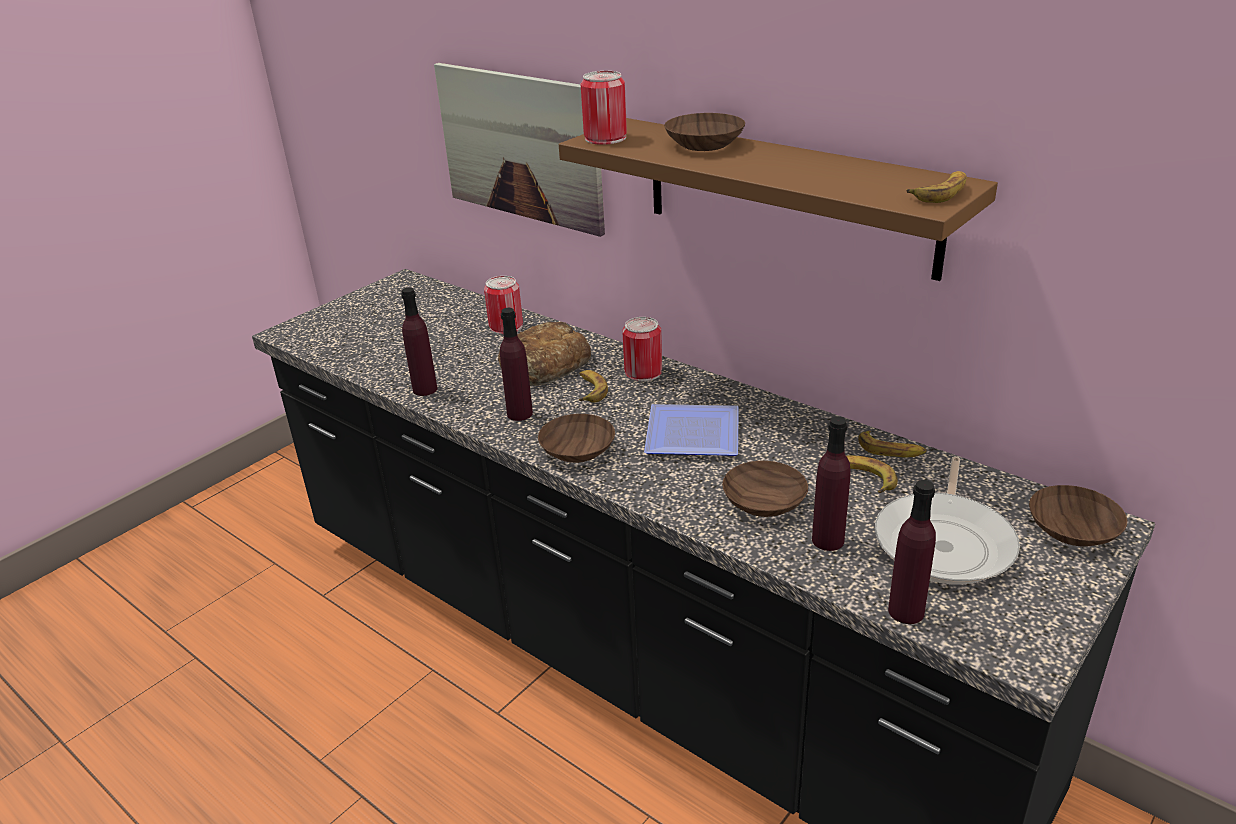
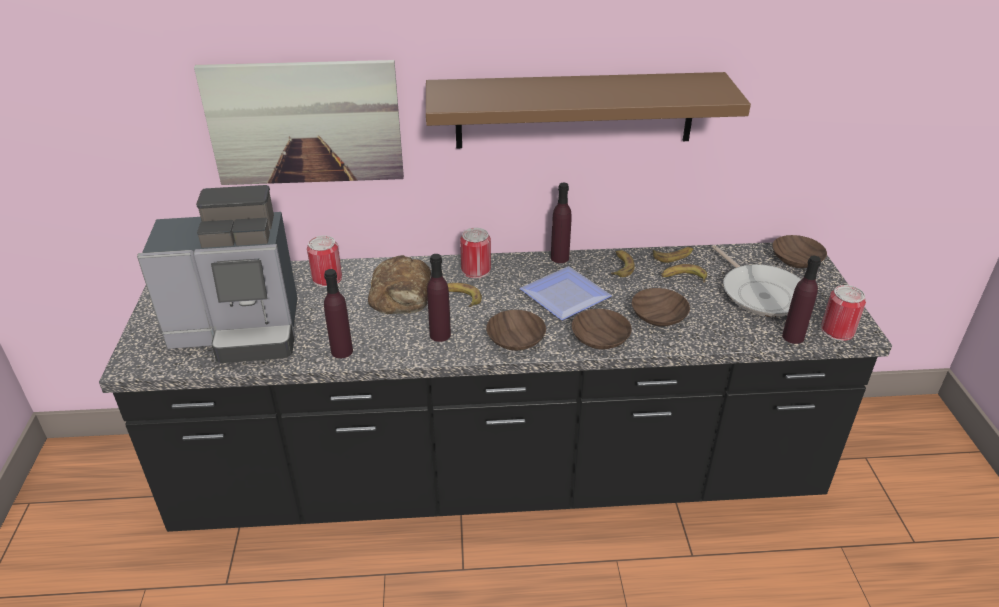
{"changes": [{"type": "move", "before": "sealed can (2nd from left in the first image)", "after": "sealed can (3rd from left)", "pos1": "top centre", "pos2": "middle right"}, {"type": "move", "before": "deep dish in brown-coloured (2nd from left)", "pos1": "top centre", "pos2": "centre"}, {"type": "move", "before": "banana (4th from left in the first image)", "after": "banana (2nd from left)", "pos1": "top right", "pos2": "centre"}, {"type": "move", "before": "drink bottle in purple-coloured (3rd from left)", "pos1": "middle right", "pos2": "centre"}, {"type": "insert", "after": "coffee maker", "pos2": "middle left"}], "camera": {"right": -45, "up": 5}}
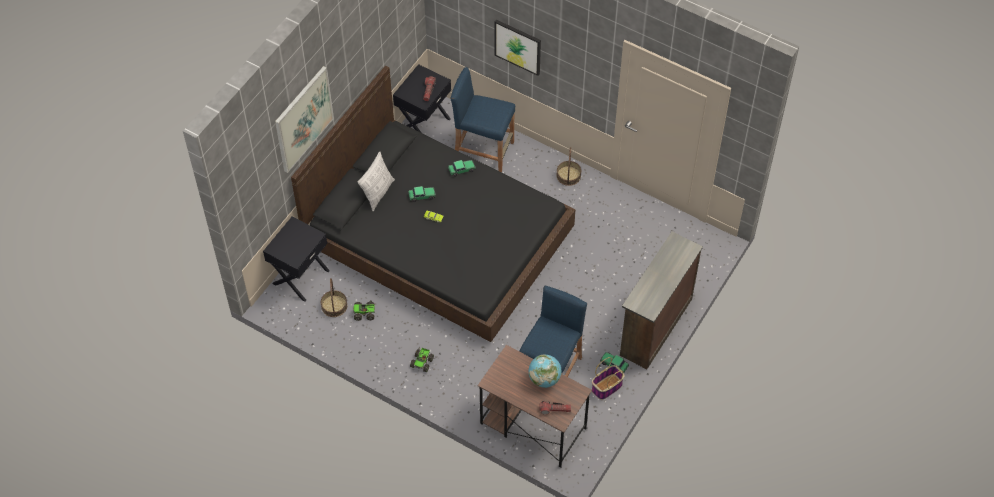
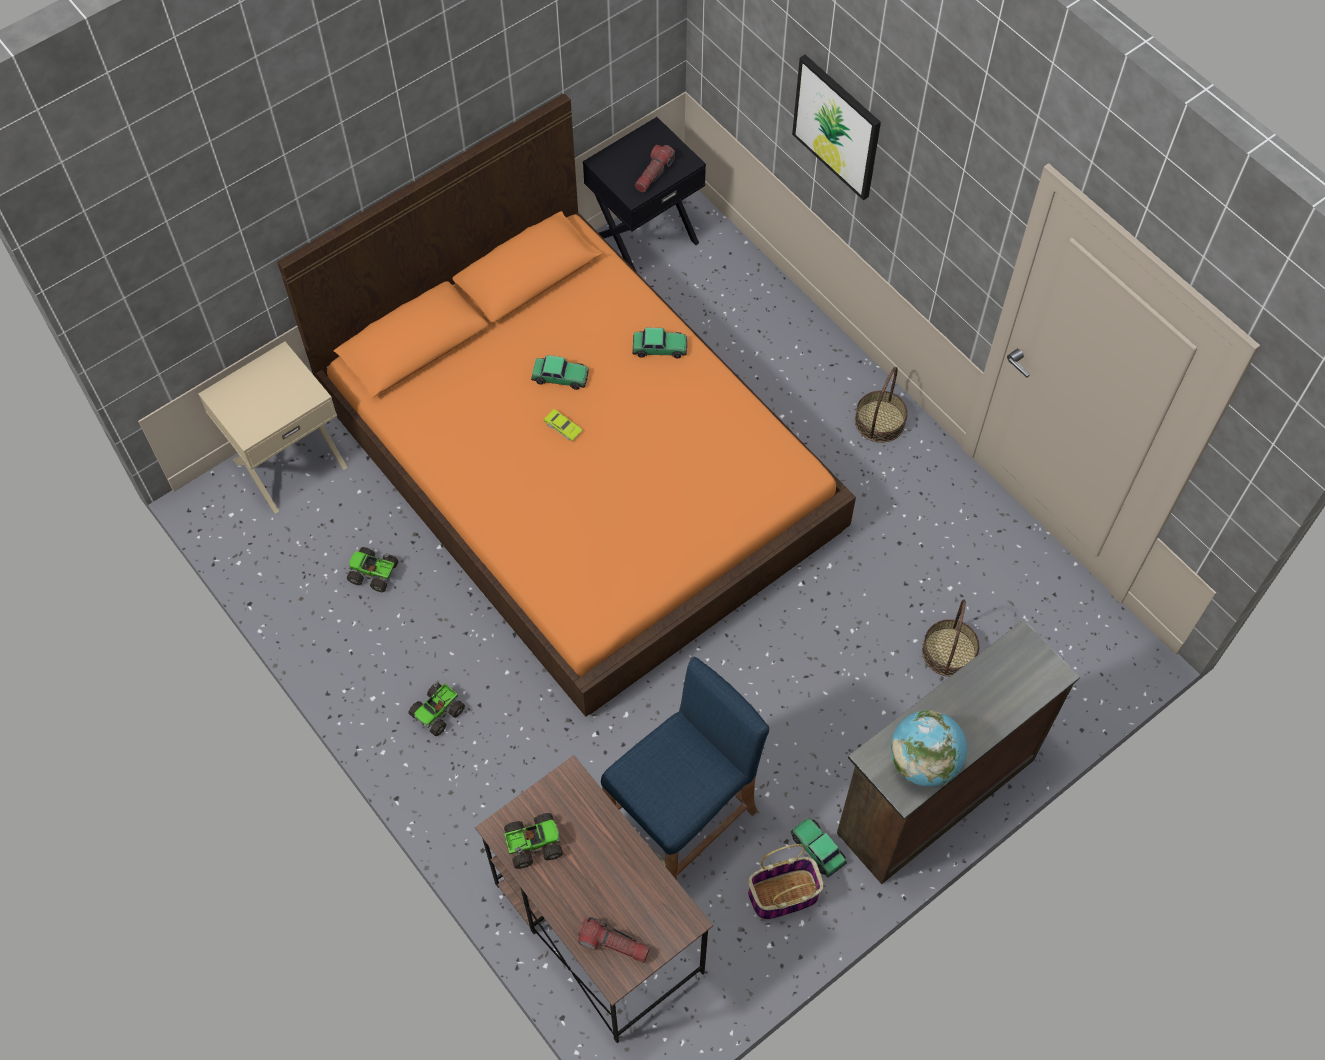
{"changes": [{"type": "delete", "before": "wall art (1st from left)", "pos1": "top left"}, {"type": "recolor", "before": "bed in blackish", "after": "bed in orange", "pos1": "centre", "pos2": "centre"}, {"type": "delete", "before": "sitting stool in blue-coloured (1st from left)", "pos1": "top centre"}, {"type": "delete", "before": "pillow", "pos1": "centre"}, {"type": "recolor", "before": "night table in blackish (1st from left)", "after": "night table in beige", "pos1": "middle left", "pos2": "middle left"}, {"type": "move", "before": "storage basket (1st from left in the first image)", "after": "storage basket (3rd from left)", "pos1": "centre", "pos2": "middle right"}, {"type": "move", "before": "globe", "pos1": "bottom centre", "pos2": "bottom right"}, {"type": "insert", "after": "model truck (3rd from left)", "pos2": "bottom centre"}], "camera": {"right": 20, "up": 5}}
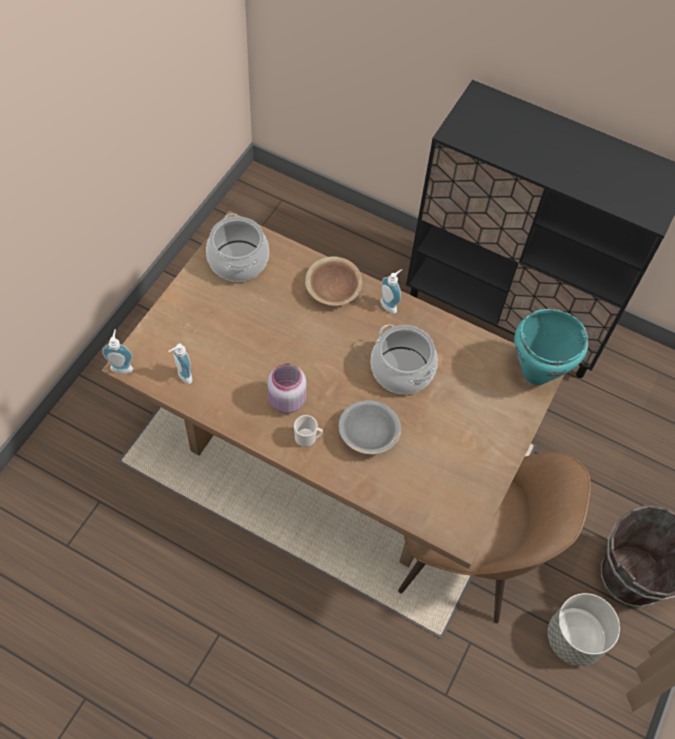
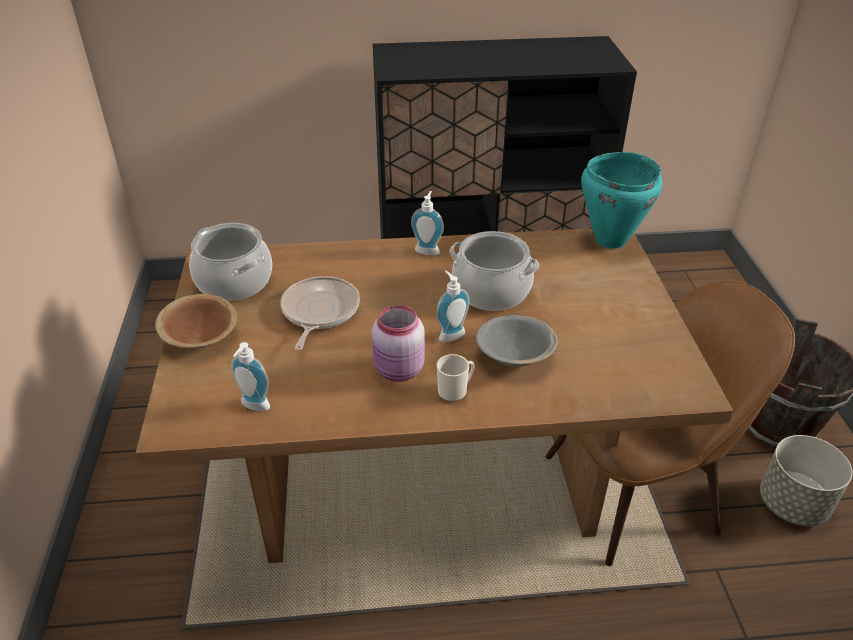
{"changes": [{"type": "move", "before": "deep dish in brown-coloured", "pos1": "centre", "pos2": "middle left"}, {"type": "move", "before": "soap dispenser (1st from left in the first image)", "after": "soap dispenser (3rd from left)", "pos1": "middle left", "pos2": "centre"}, {"type": "insert", "after": "pan", "pos2": "centre"}], "camera": {"right": -30, "up": -20}}
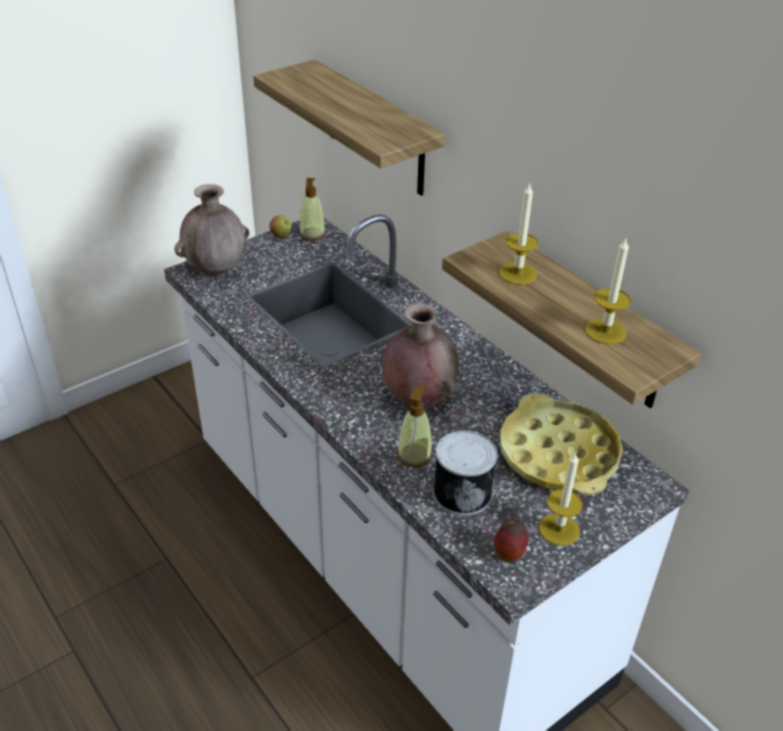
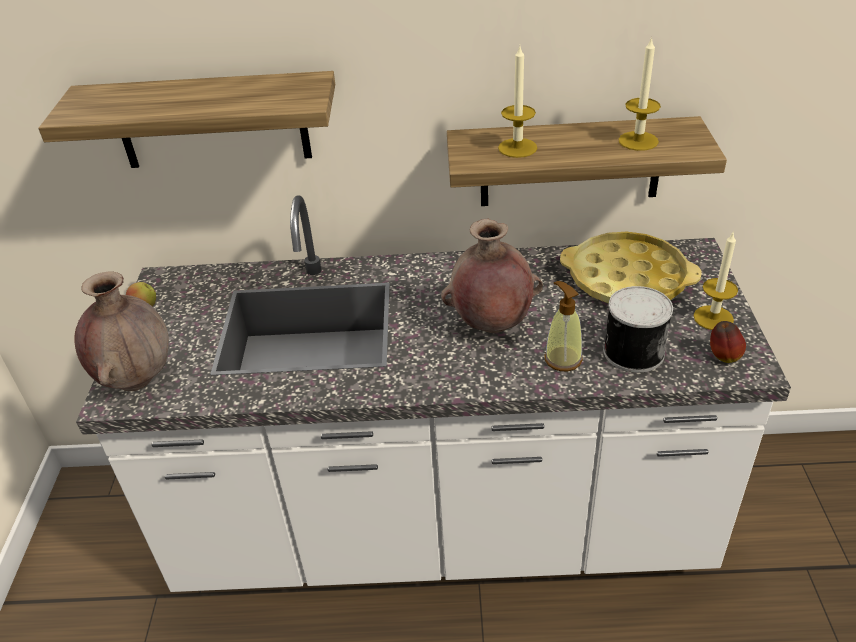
{"changes": [{"type": "delete", "before": "soap dispenser (1st from left)", "pos1": "top centre"}], "camera": {"right": -50, "up": 0}}
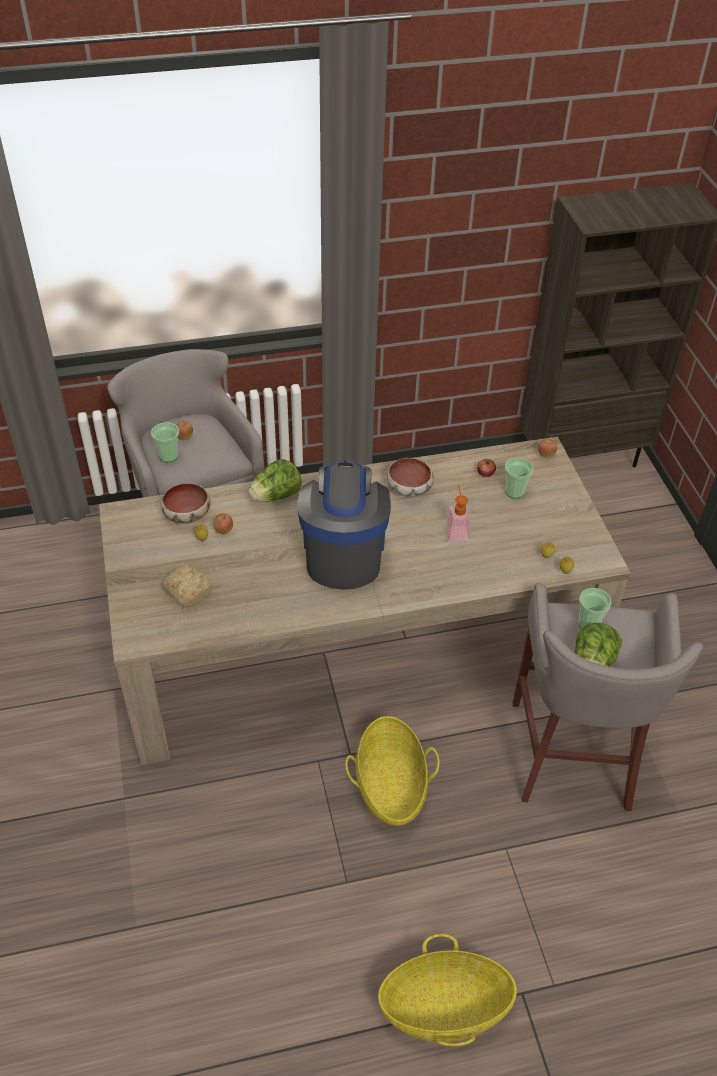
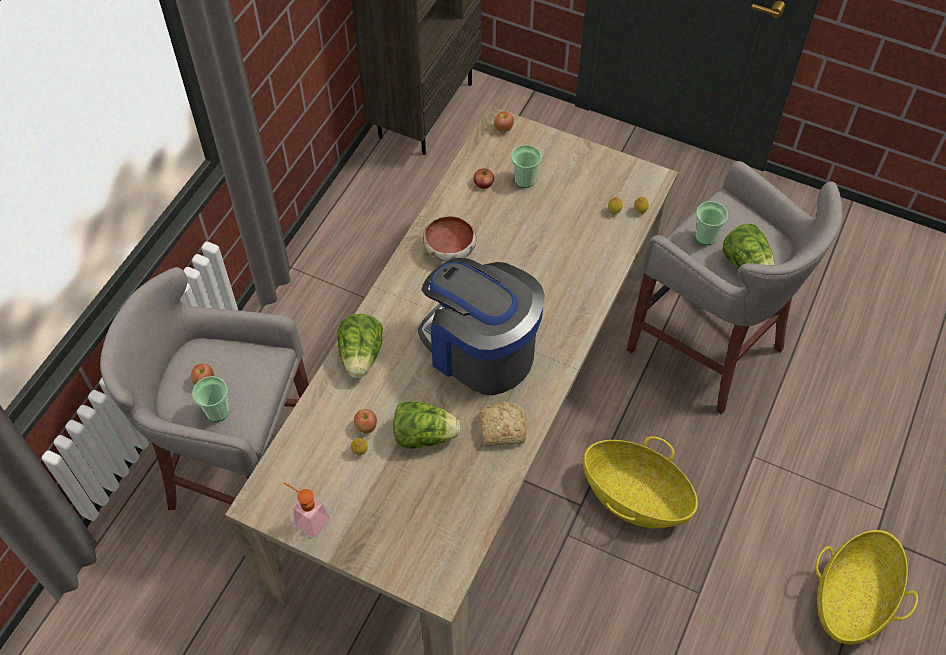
{"changes": [{"type": "delete", "before": "deep dish (1st from left)", "pos1": "middle left"}, {"type": "move", "before": "soap dispenser", "pos1": "centre", "pos2": "bottom left"}, {"type": "move", "before": "baked bread", "pos1": "middle left", "pos2": "centre"}, {"type": "insert", "after": "lettuce head (2nd from left)", "pos2": "centre"}], "camera": {"right": -50, "up": 10}}
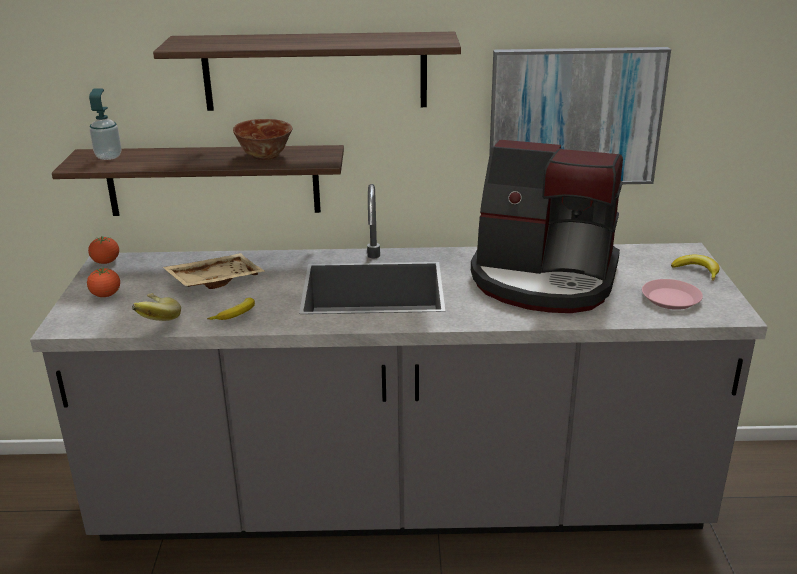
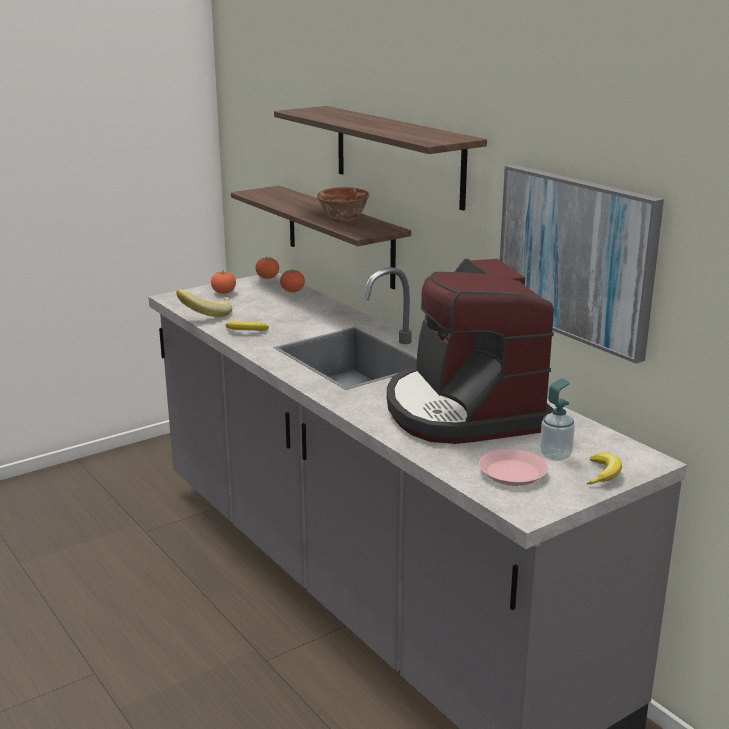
{"changes": [{"type": "move", "before": "soap dispenser", "pos1": "top left", "pos2": "middle right"}, {"type": "delete", "before": "tray in beige", "pos1": "middle left"}, {"type": "insert", "after": "fresh tomato (3rd from left)", "pos2": "centre"}], "camera": {"right": 55, "up": -5}}
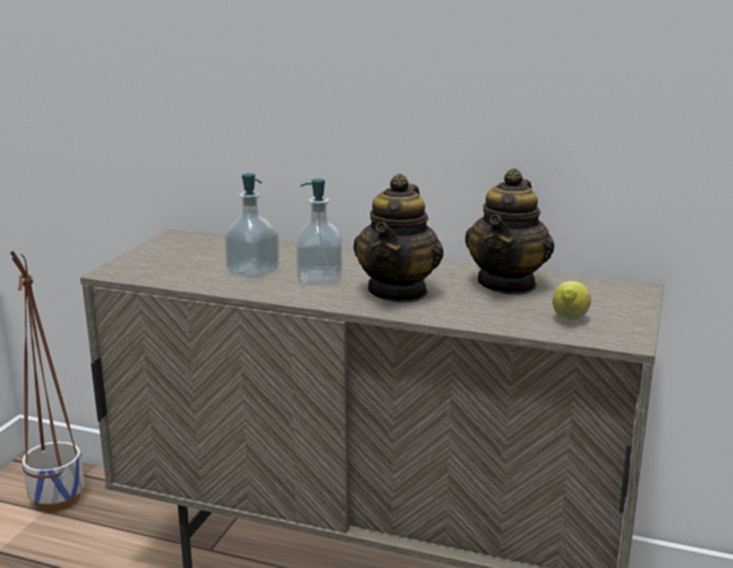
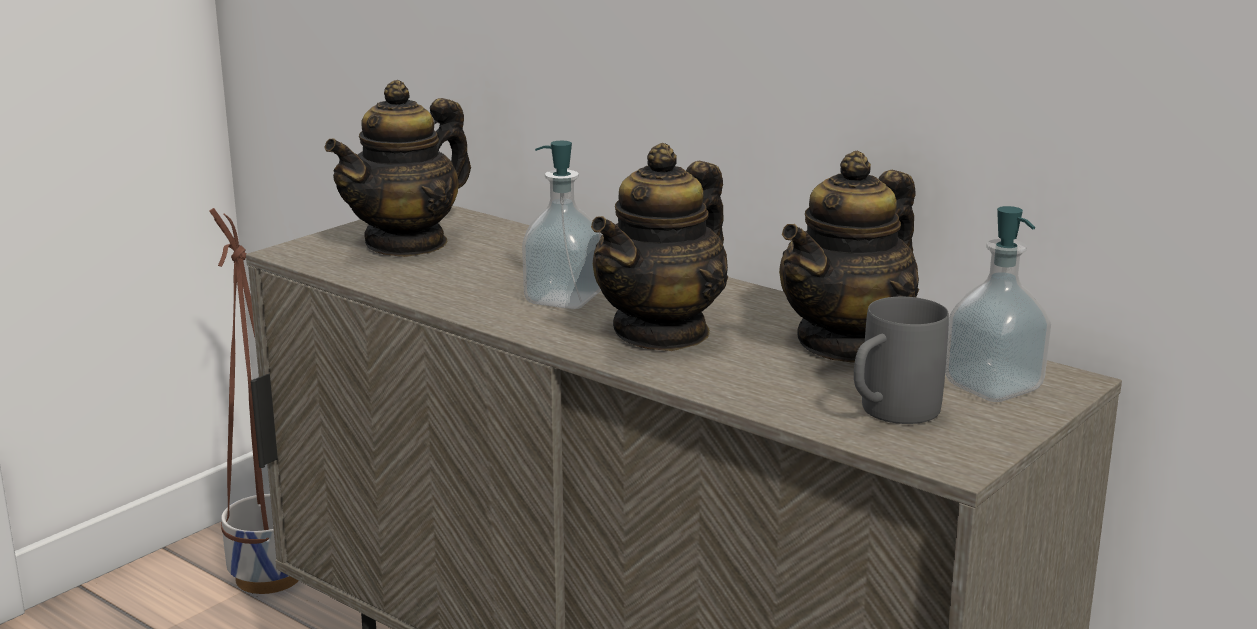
{"changes": [{"type": "move", "before": "soap dispenser (1st from left in the first image)", "after": "soap dispenser (2nd from left)", "pos1": "centre", "pos2": "middle right"}, {"type": "replace", "before": "lemon", "after": "mug in greyish", "pos1": "middle right", "pos2": "middle right"}, {"type": "insert", "after": "tea pot (1st from left)", "pos2": "top left"}], "camera": {"right": 20, "up": 0}}
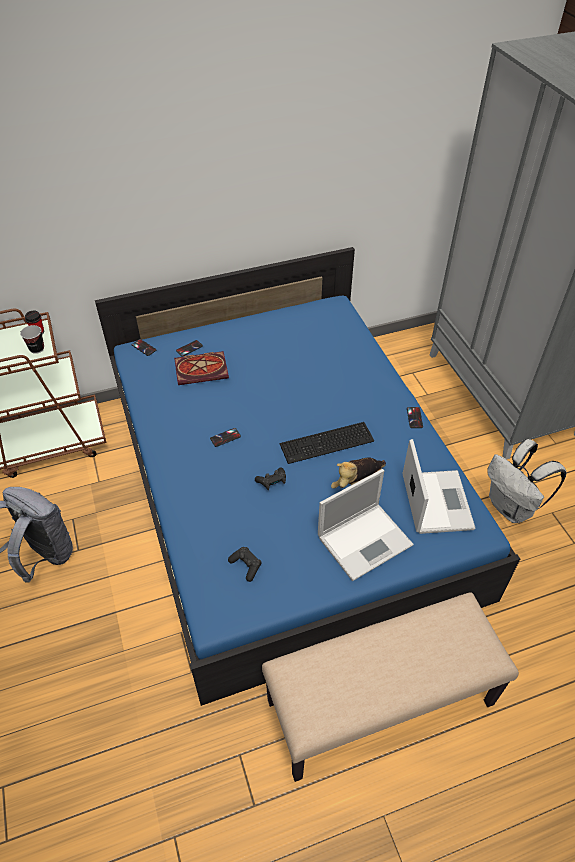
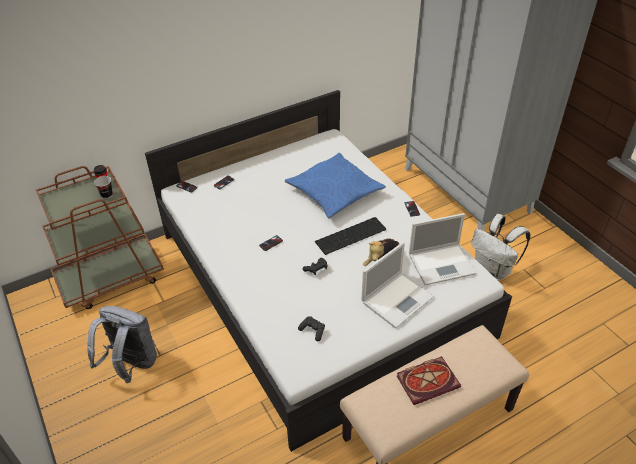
{"changes": [{"type": "recolor", "before": "bed in blue-coloured", "after": "bed in white", "pos1": "centre", "pos2": "centre"}, {"type": "move", "before": "bound book", "pos1": "centre", "pos2": "bottom right"}, {"type": "rotate", "before": "portable computer (2nd from left)", "pos1": "middle right", "pos2": "middle right", "turn": 90}, {"type": "insert", "after": "pillow in blue-coloured", "pos2": "centre"}], "camera": {"right": -10, "up": -5}}
